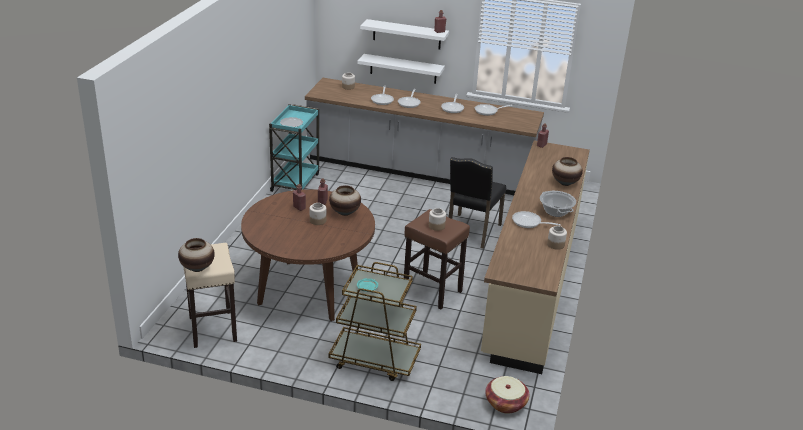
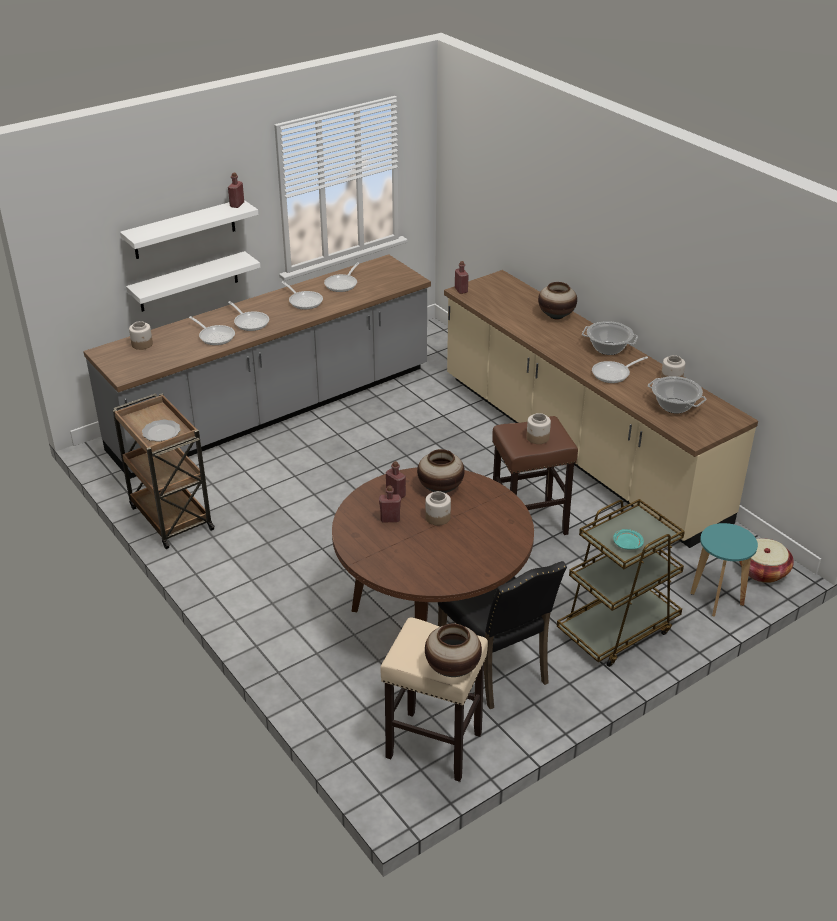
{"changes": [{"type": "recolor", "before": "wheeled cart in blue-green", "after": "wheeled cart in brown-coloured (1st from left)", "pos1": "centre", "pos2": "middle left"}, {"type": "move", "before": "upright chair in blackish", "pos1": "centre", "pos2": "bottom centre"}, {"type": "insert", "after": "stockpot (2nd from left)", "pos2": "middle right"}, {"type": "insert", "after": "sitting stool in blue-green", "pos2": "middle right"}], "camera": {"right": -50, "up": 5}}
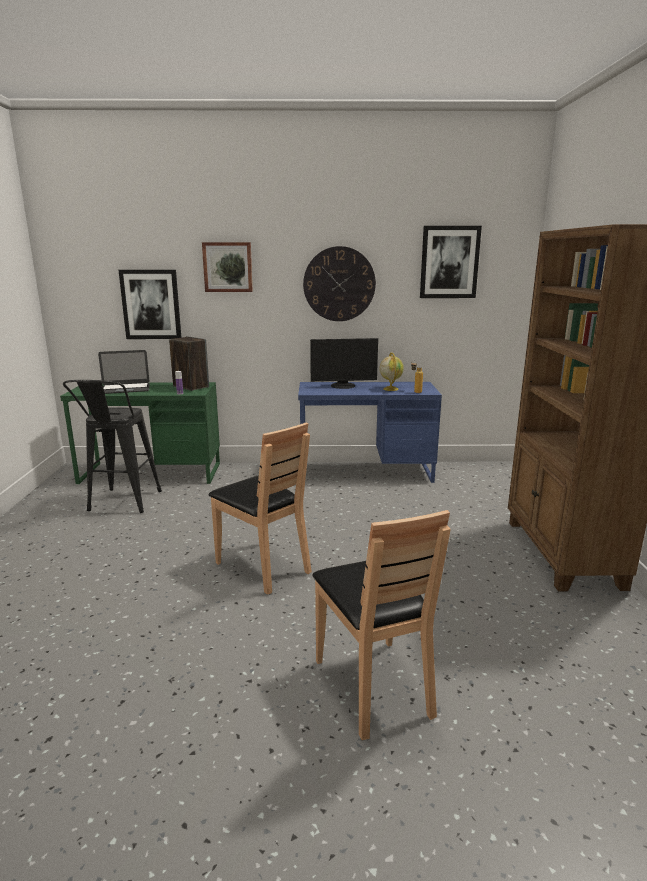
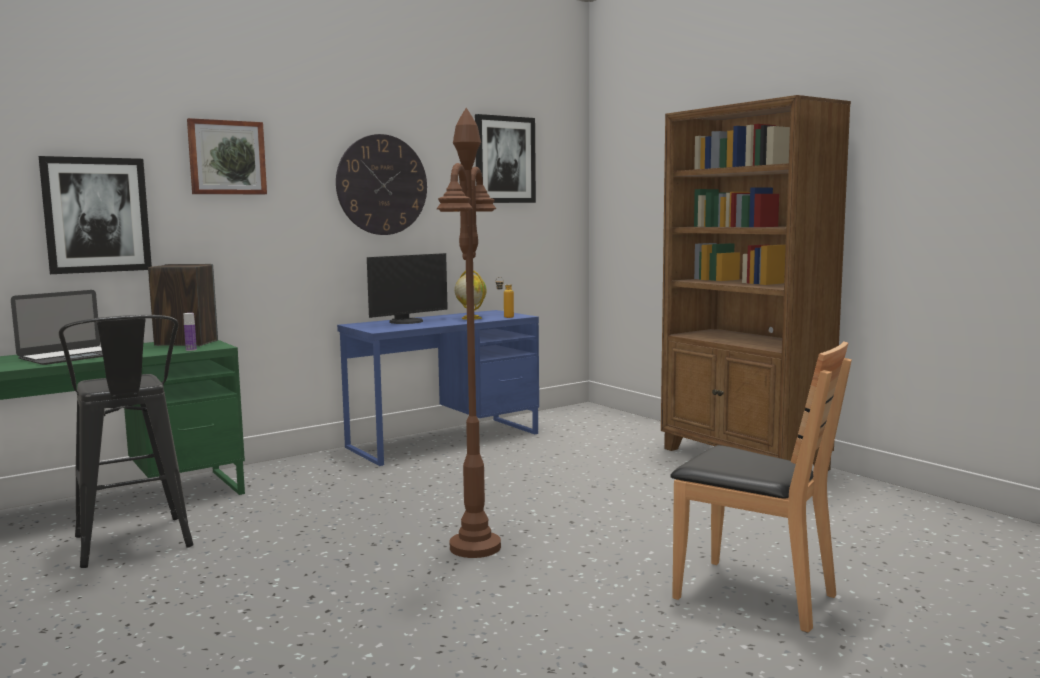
{"changes": [{"type": "replace", "before": "upright chair in brown-coloured (1st from left)", "after": "floor lamp in brown-coloured", "pos1": "centre", "pos2": "centre"}], "camera": {"right": -35, "up": -10}}
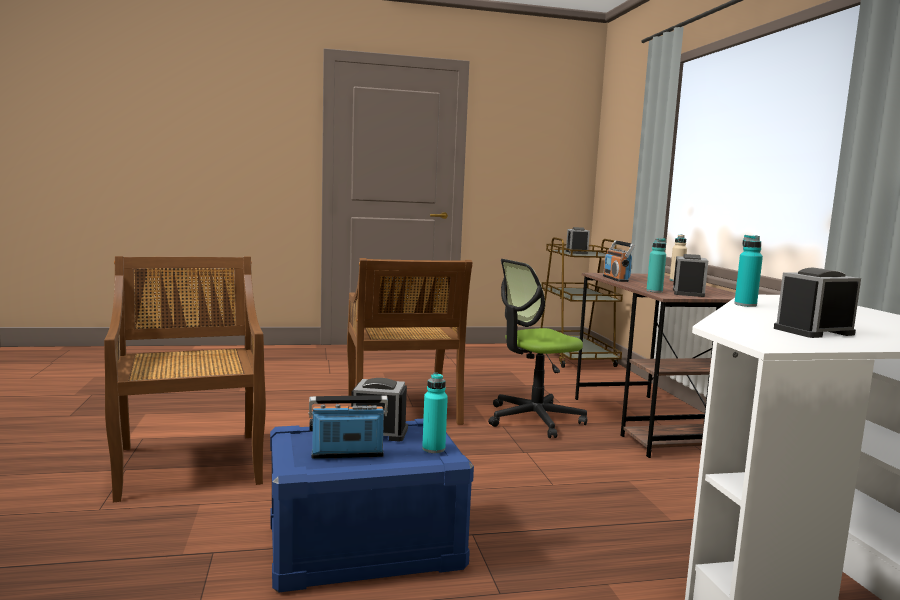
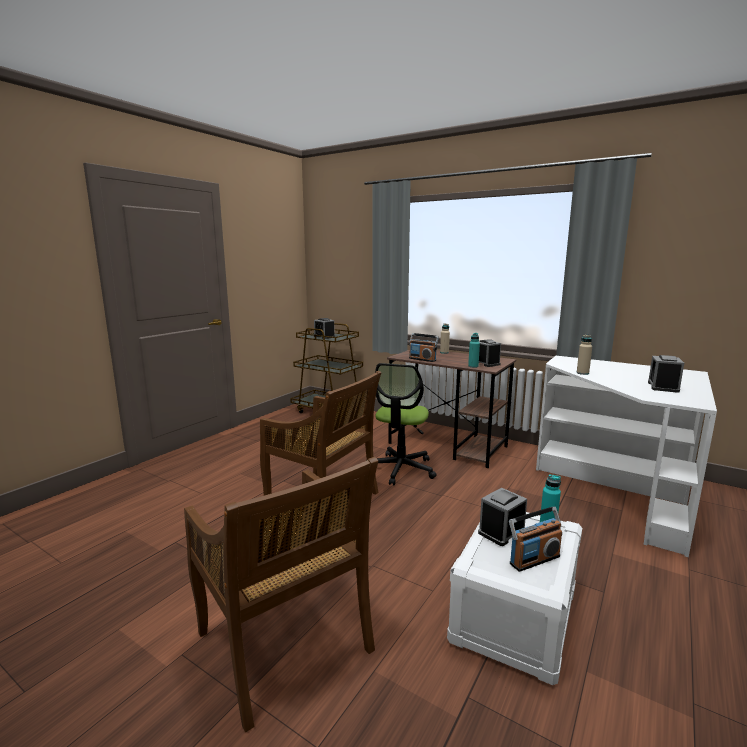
{"changes": [{"type": "recolor", "before": "drink bottle in blue-green (3rd from left)", "after": "drink bottle in beige (2nd from left)", "pos1": "middle right", "pos2": "middle right"}, {"type": "rotate", "before": "upright chair in brown-coloured (1st from left)", "pos1": "middle left", "pos2": "bottom centre", "turn": -150}, {"type": "rotate", "before": "radio set (1st from left in the first image)", "pos1": "bottom centre", "pos2": "bottom right", "turn": -150}, {"type": "recolor", "before": "storage container in blue-coloured", "after": "storage container in white", "pos1": "bottom centre", "pos2": "bottom right"}], "camera": {"right": -45, "up": 5}}
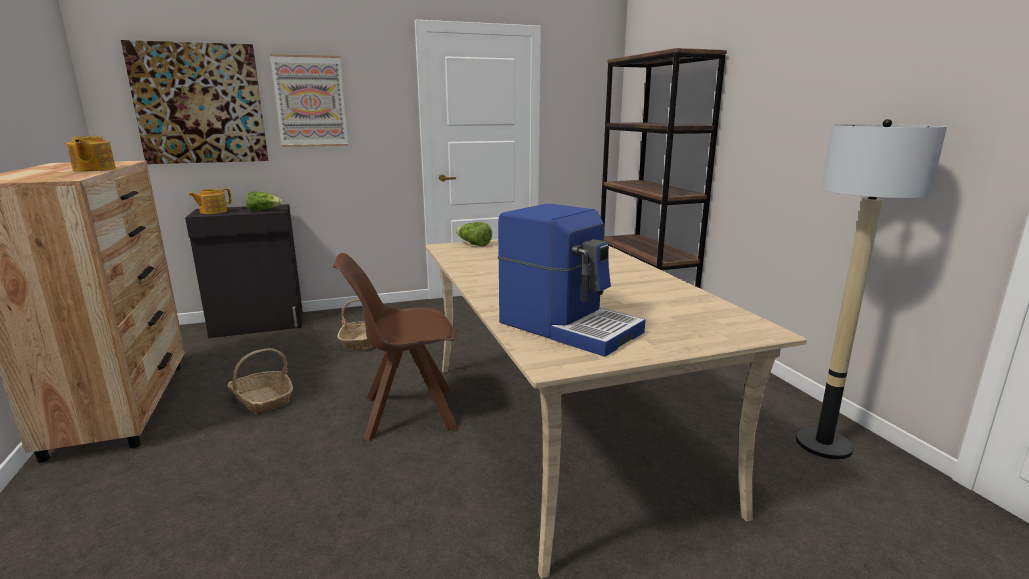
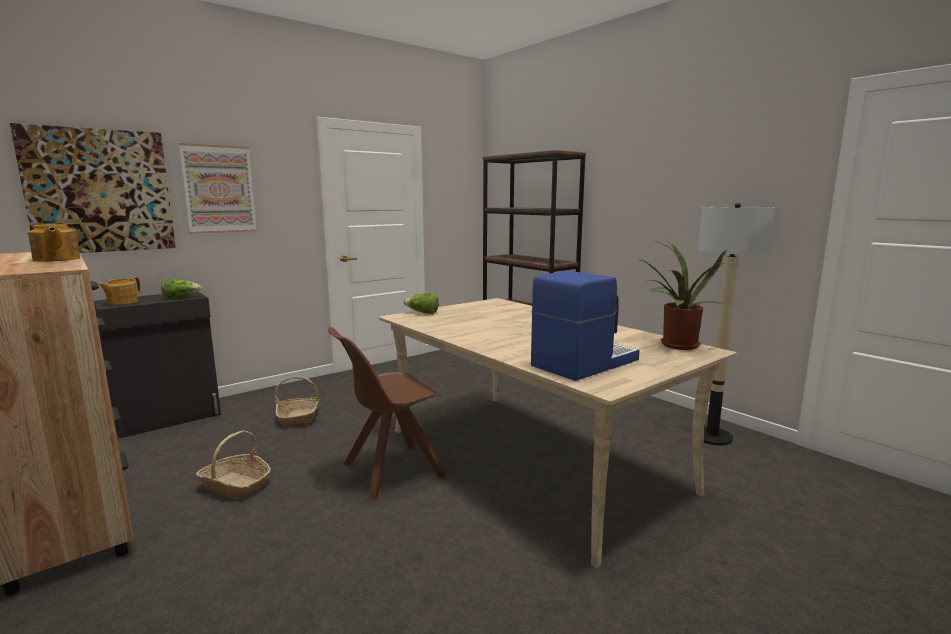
{"changes": [{"type": "rotate", "before": "coffee maker", "pos1": "centre", "pos2": "centre", "turn": -60}, {"type": "insert", "after": "potted plant", "pos2": "middle right"}], "camera": {"right": -20, "up": -5}}
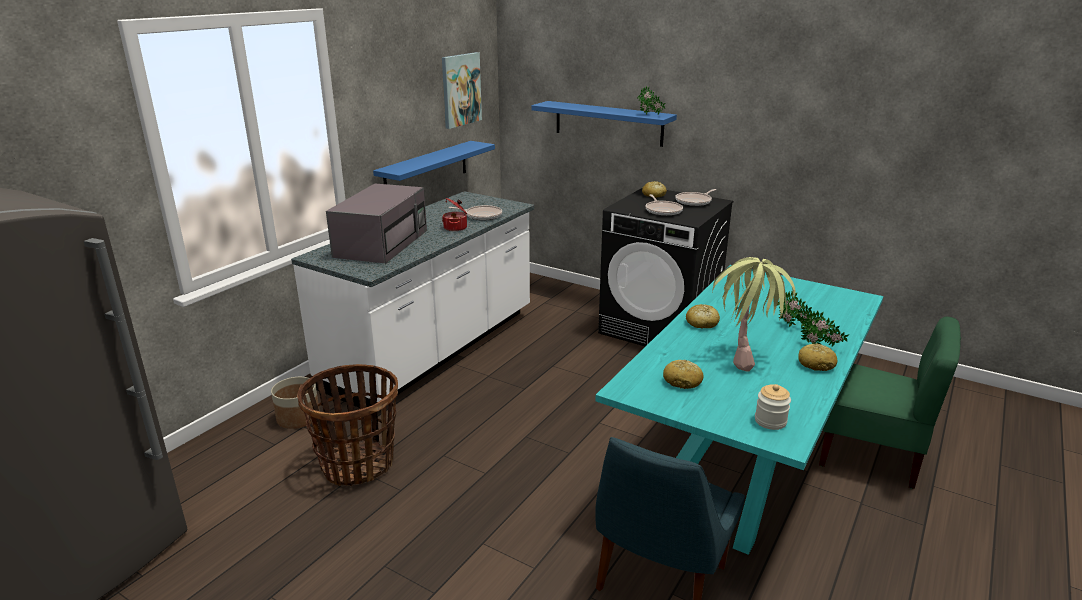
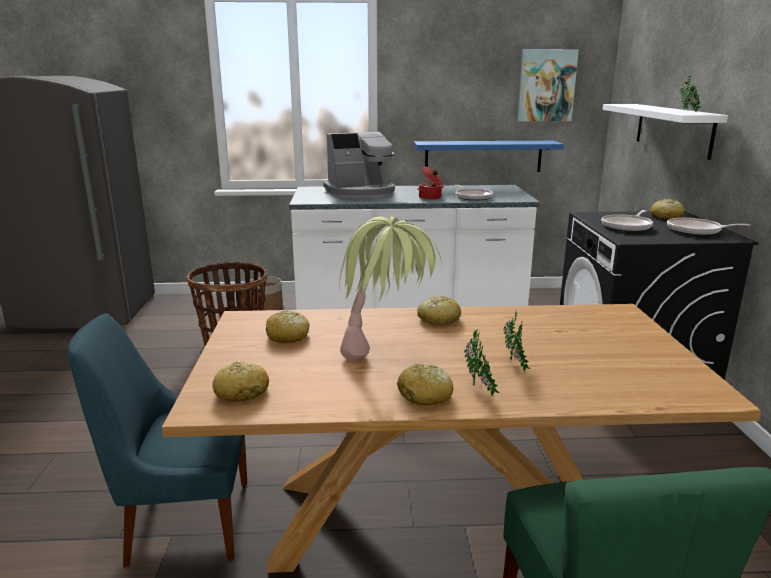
{"changes": [{"type": "recolor", "before": "wall shelf in blue-coloured (2nd from left)", "after": "wall shelf in white", "pos1": "top centre", "pos2": "top right"}, {"type": "replace", "before": "microwave oven in greyish", "after": "coffee maker", "pos1": "centre", "pos2": "top centre"}, {"type": "recolor", "before": "dinner table in blue-green", "after": "dinner table in brown-coloured", "pos1": "bottom right", "pos2": "bottom centre"}, {"type": "replace", "before": "jar", "after": "baked bread (1st from left)", "pos1": "bottom right", "pos2": "middle left"}], "camera": {"right": 55, "up": -5}}
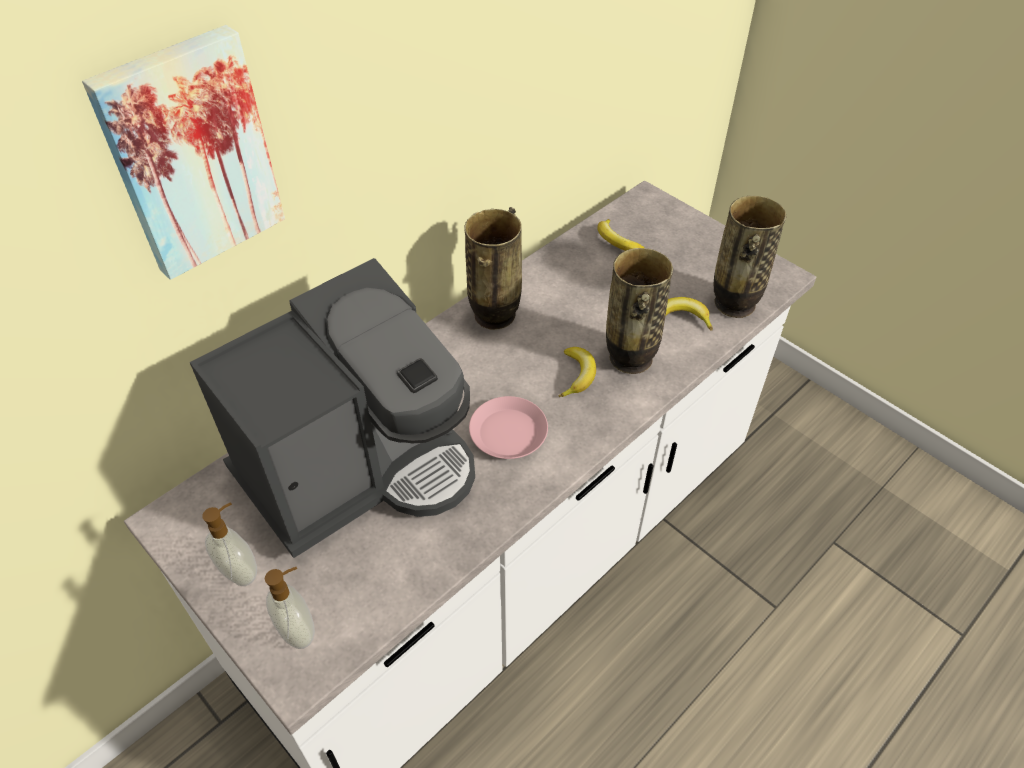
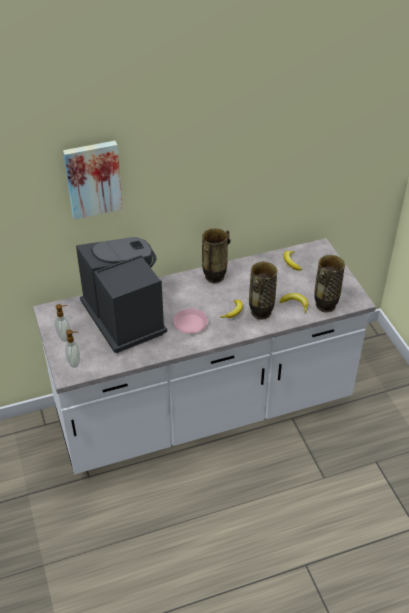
{"changes": [{"type": "rotate", "before": "coffee maker", "pos1": "middle left", "pos2": "middle left", "turn": -105}], "camera": {"right": 25, "up": -5}}
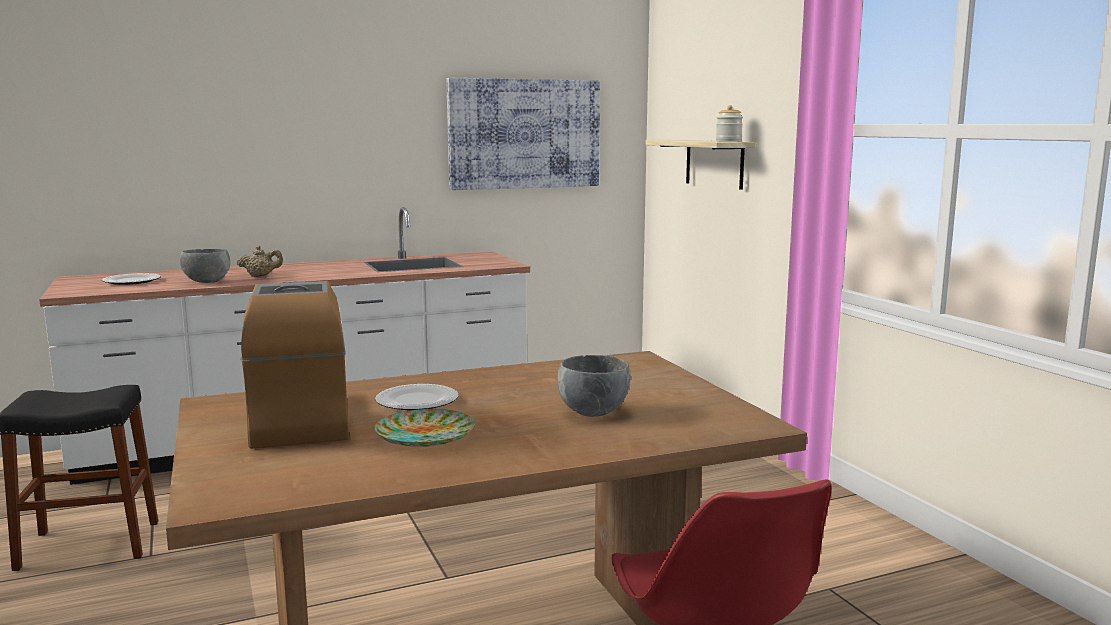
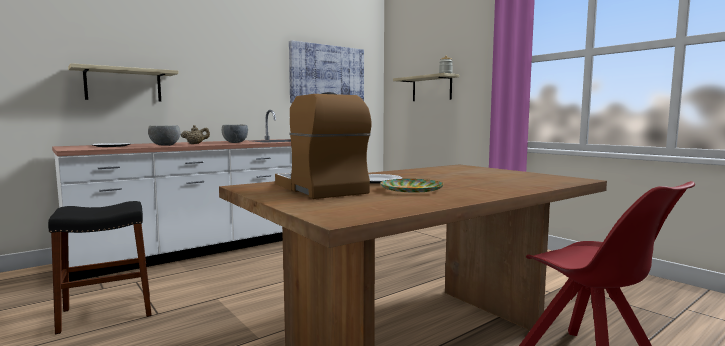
{"changes": [{"type": "move", "before": "deep dish in greyish (2nd from left)", "pos1": "centre", "pos2": "middle left"}, {"type": "insert", "after": "wall shelf (1st from left)", "pos2": "top left"}], "camera": {"right": -15, "up": -5}}
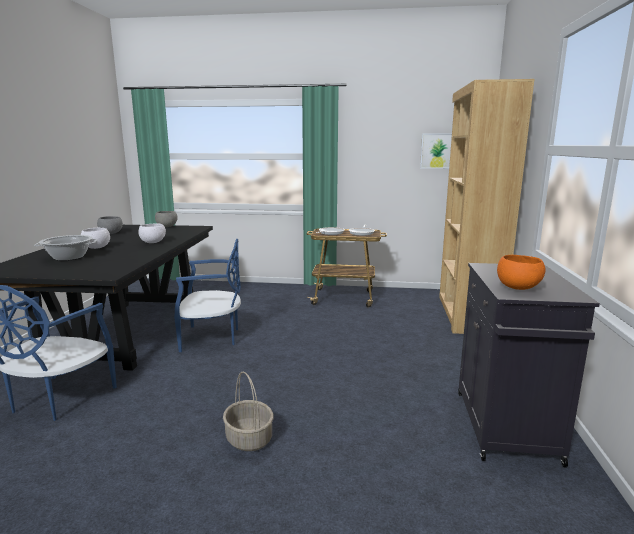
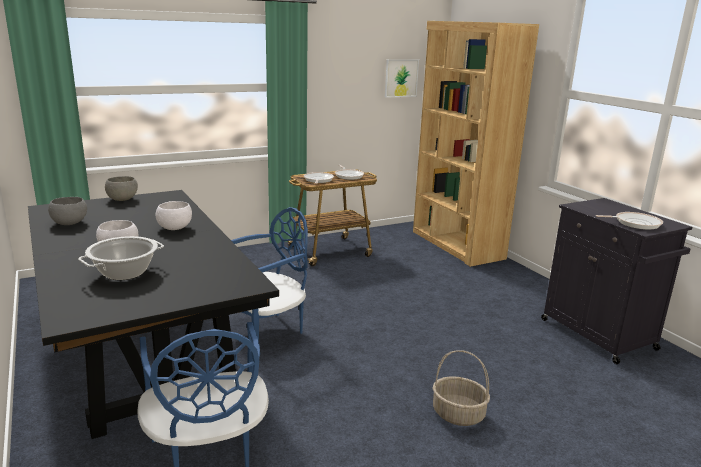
{"changes": [{"type": "replace", "before": "deep dish in orange", "after": "pan (3rd from left)", "pos1": "middle right", "pos2": "middle right"}], "camera": {"right": -35, "up": 5}}
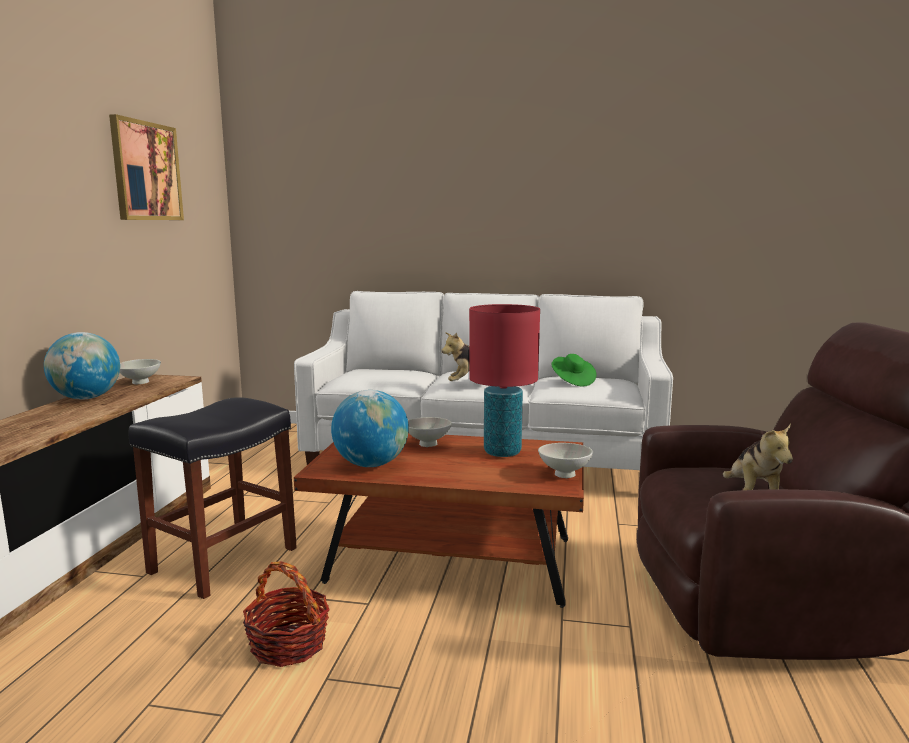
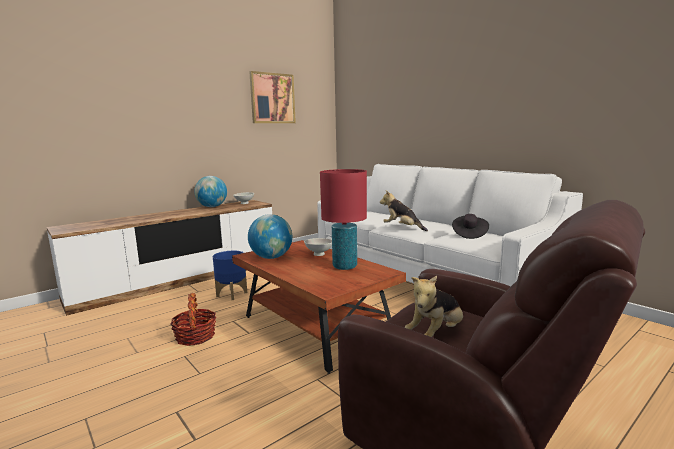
{"changes": [{"type": "recolor", "before": "hat in green", "after": "hat in blackish", "pos1": "centre", "pos2": "middle right"}, {"type": "replace", "before": "sitting stool in blackish", "after": "planter in blue-coloured", "pos1": "bottom left", "pos2": "centre"}, {"type": "delete", "before": "deep dish in white (3rd from left)", "pos1": "centre"}], "camera": {"right": 40, "up": 0}}
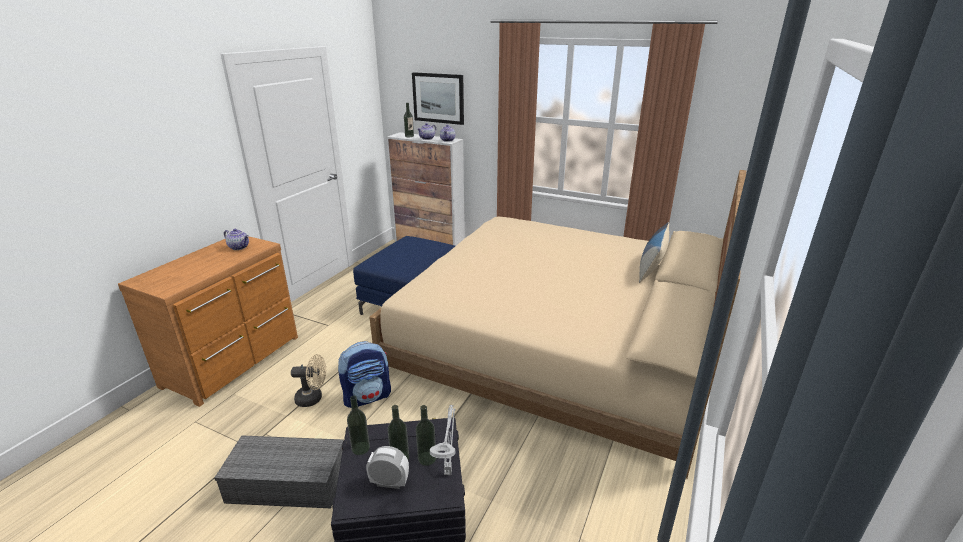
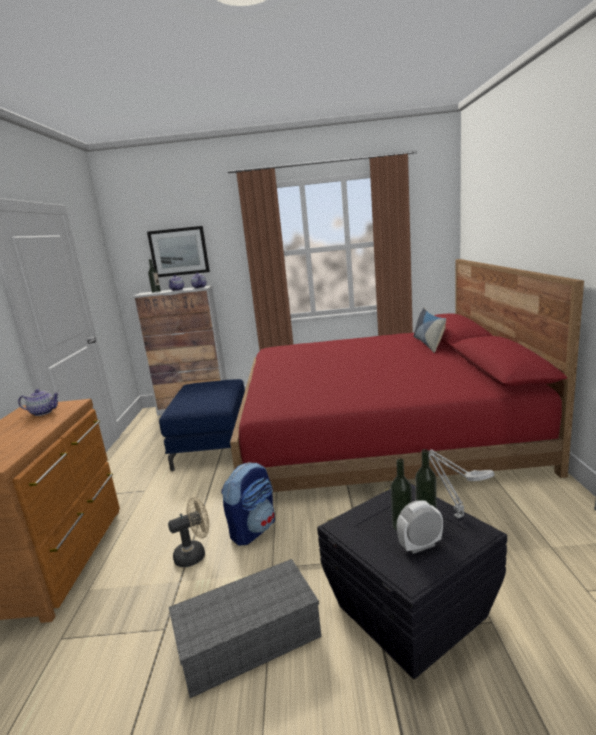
{"changes": [{"type": "recolor", "before": "bed in beige", "after": "bed in red", "pos1": "centre", "pos2": "middle right"}, {"type": "delete", "before": "drink bottle (1st from left)", "pos1": "bottom centre"}], "camera": {"right": -25, "up": -10}}
